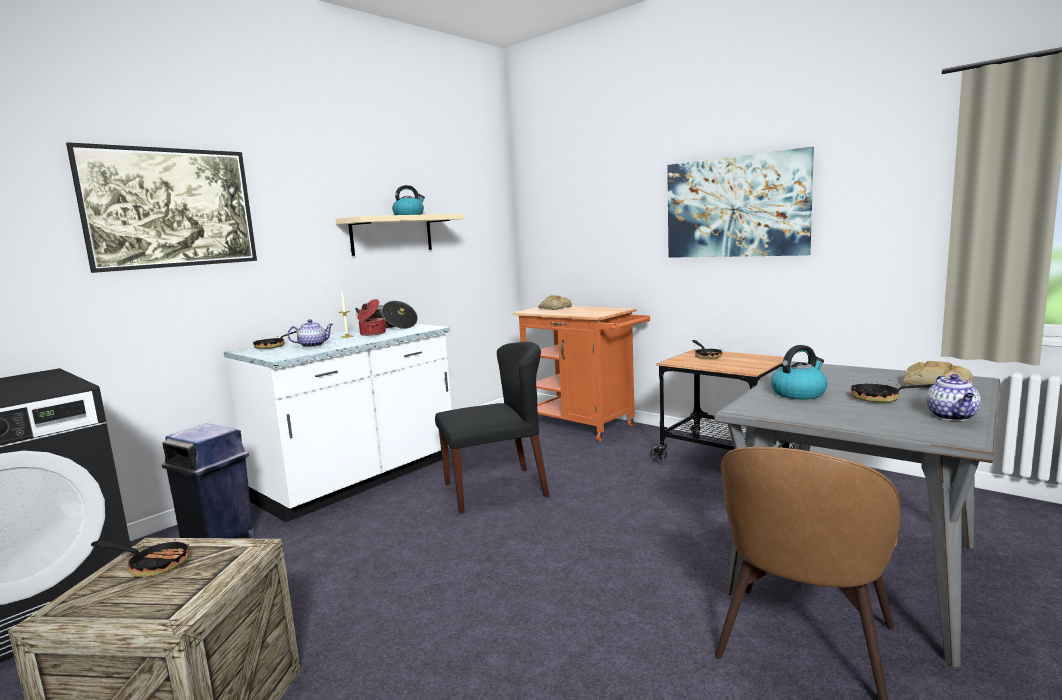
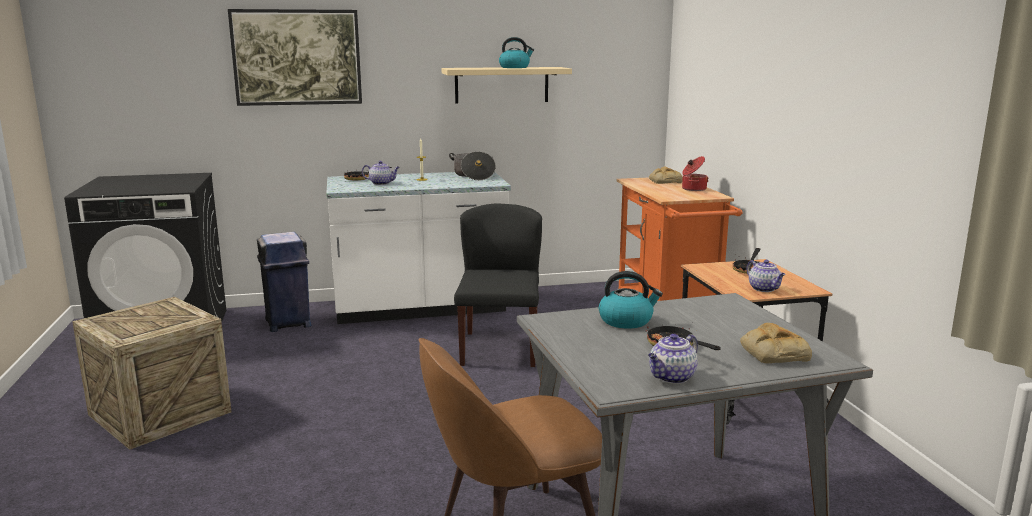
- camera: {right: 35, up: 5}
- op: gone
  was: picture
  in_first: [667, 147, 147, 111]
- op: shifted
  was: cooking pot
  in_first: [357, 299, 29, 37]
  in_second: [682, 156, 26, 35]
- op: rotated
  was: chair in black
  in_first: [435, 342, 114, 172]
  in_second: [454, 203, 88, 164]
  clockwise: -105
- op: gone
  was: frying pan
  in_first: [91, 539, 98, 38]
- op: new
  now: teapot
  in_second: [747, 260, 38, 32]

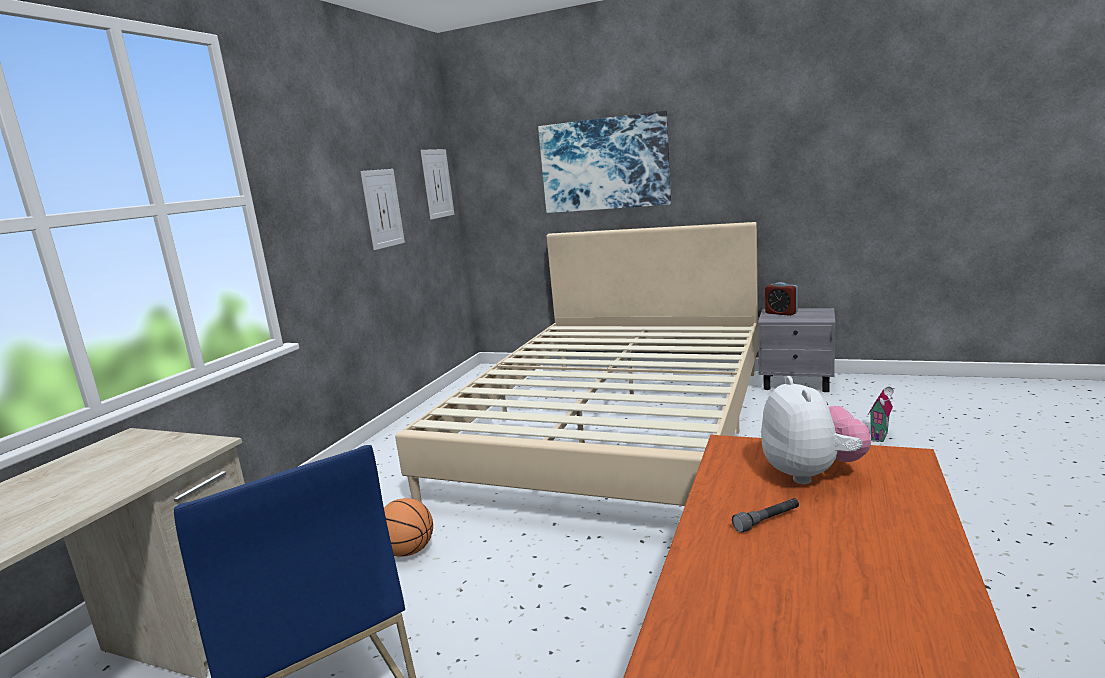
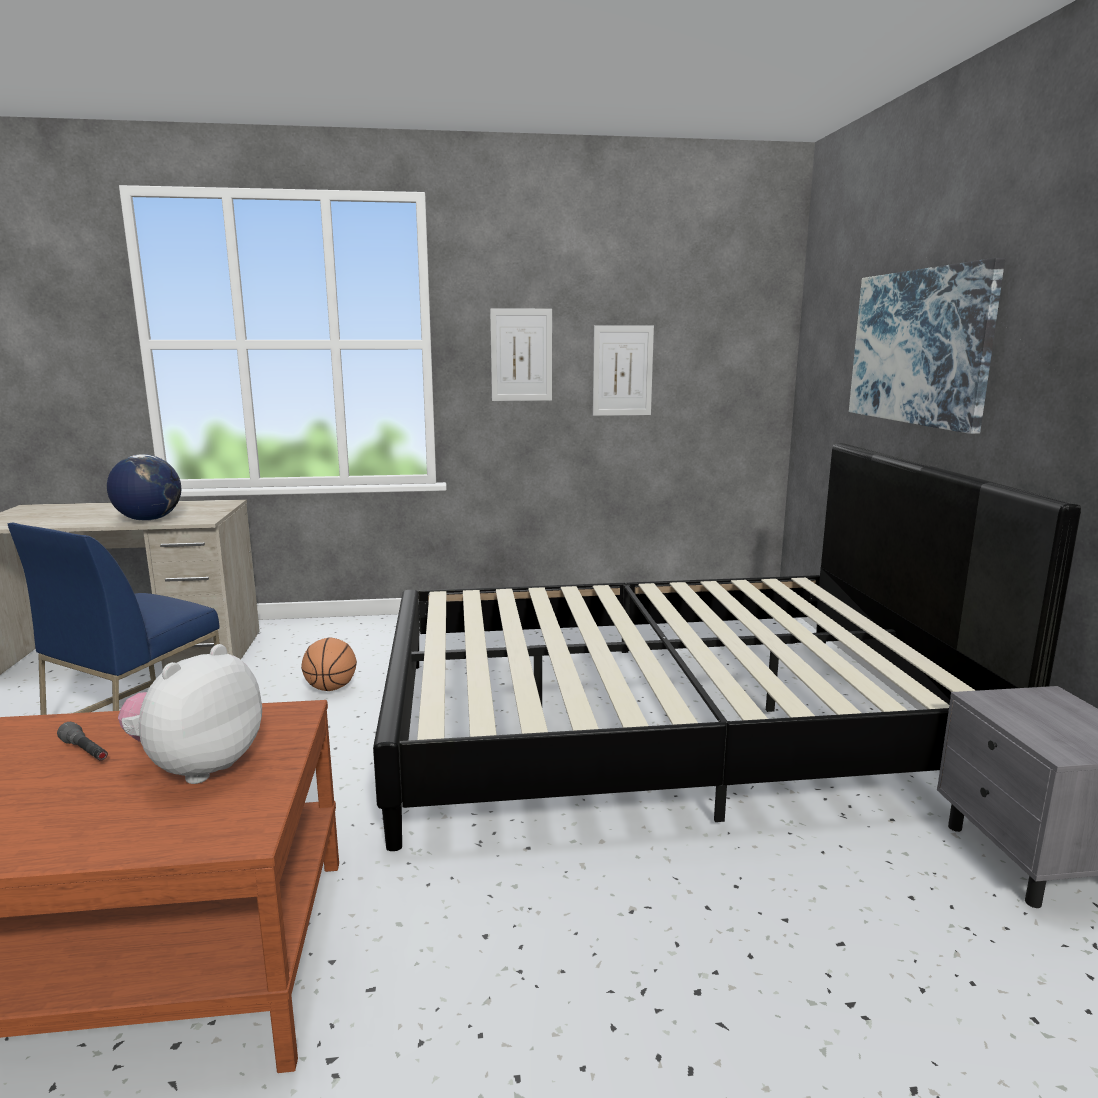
- camera: {right: 60, up: 0}
- op: shifted
  was: picture
  in_first: [420, 149, 35, 71]
  in_second: [490, 308, 62, 93]
- op: repainted
  was: bed in beige
  now: bed in black
  in_first: [395, 222, 363, 284]
  in_second: [373, 443, 708, 408]
- op: gone
  was: alarm clock
  in_first: [765, 282, 33, 34]
- op: rotated
  was: plush toy
  in_first: [761, 376, 110, 108]
  in_second: [118, 644, 144, 140]
  clockwise: 150
- op: gone
  was: toy house
  in_first: [868, 387, 26, 55]
- op: new
  now: globe
  in_second: [107, 454, 74, 67]

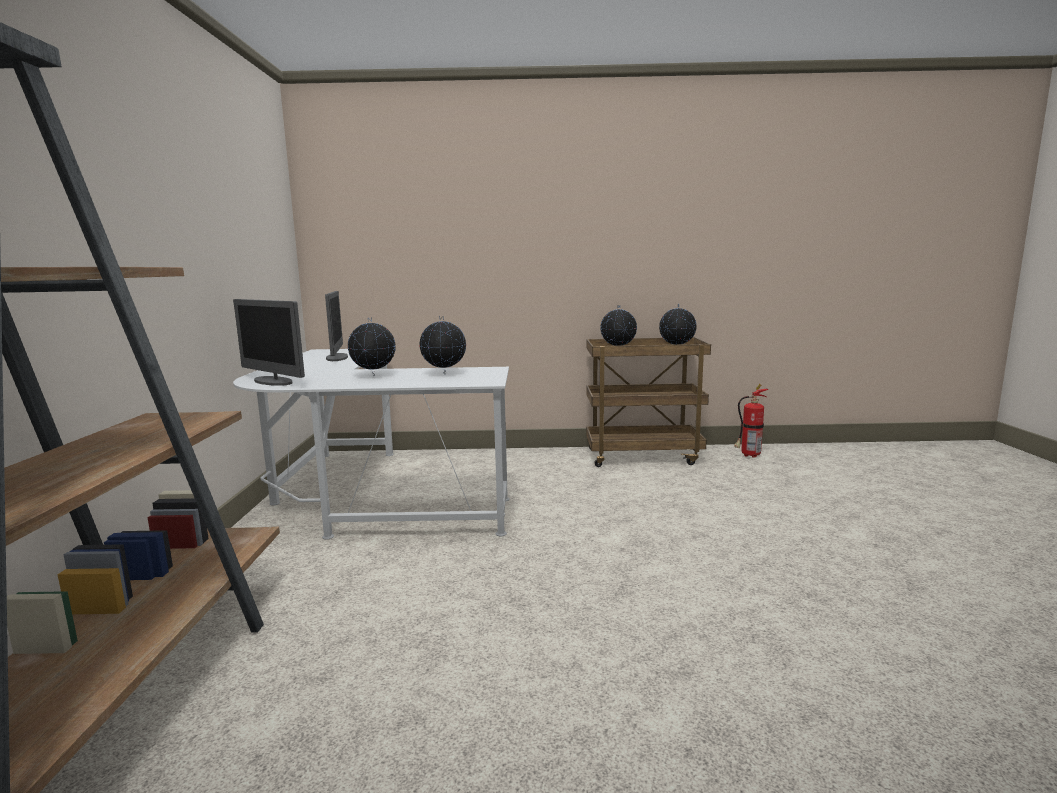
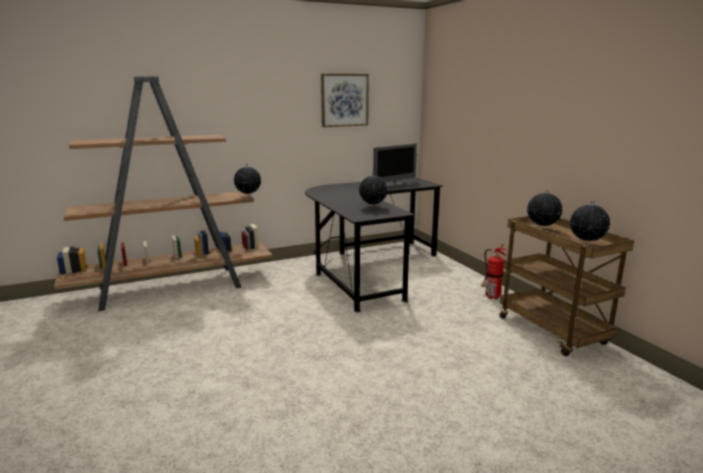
- camera: {right: 65, up: 5}
- op: gone
  was: monitor
  in_first: [233, 299, 72, 87]
- op: shifted
  was: globe
  in_first: [348, 317, 48, 59]
  in_second: [234, 164, 27, 32]
- op: repainted
  was: desk in white
  now: desk in black
  in_first: [233, 349, 277, 190]
  in_second: [305, 177, 138, 135]
- op: shifted
  was: fire extinguisher
  in_first: [734, 384, 34, 74]
  in_second: [481, 243, 26, 56]
- op: new
  now: picture
  in_second: [321, 74, 48, 53]

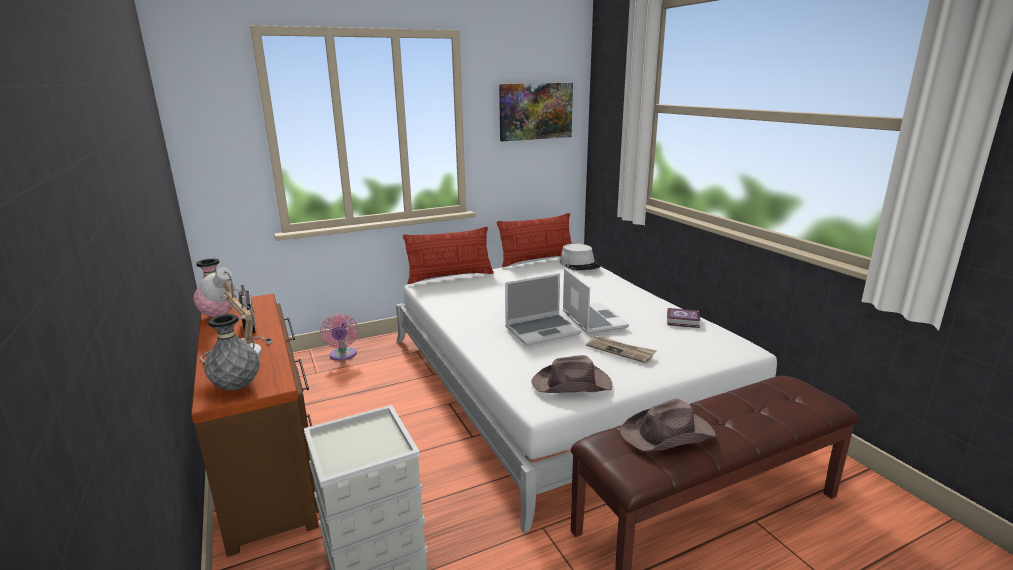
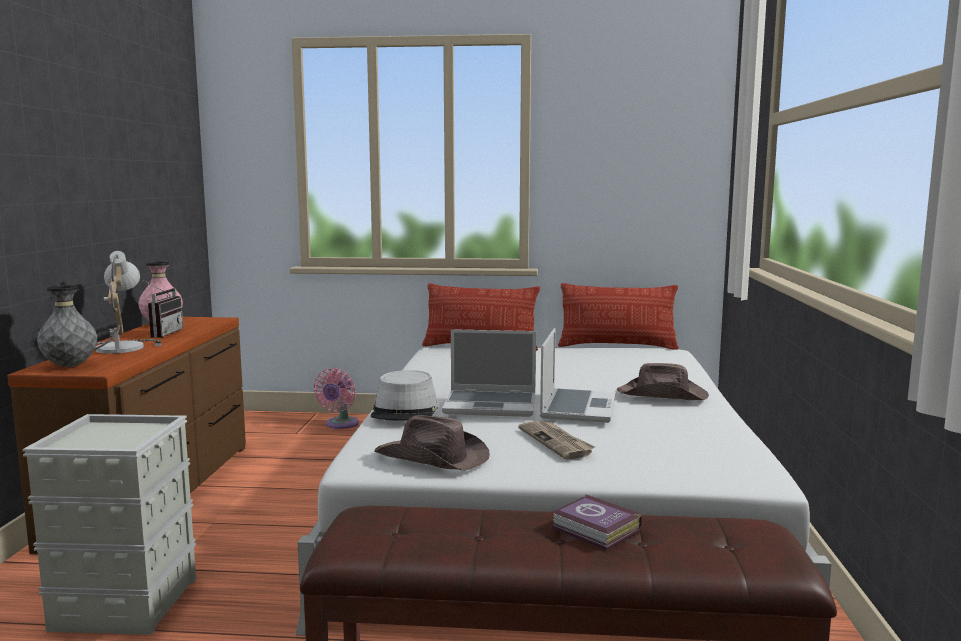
- camera: {right: 30, up: -10}
- op: gone
  was: picture
  in_first: [499, 83, 74, 58]
- op: shifted
  was: hat in grey
  in_first: [560, 243, 40, 27]
  in_second: [371, 370, 67, 51]
- op: shifted
  was: book
  in_first: [667, 308, 33, 20]
  in_second: [551, 494, 91, 56]
- op: shifted
  was: hat in brown
  in_first: [620, 398, 96, 53]
  in_second: [617, 363, 92, 37]

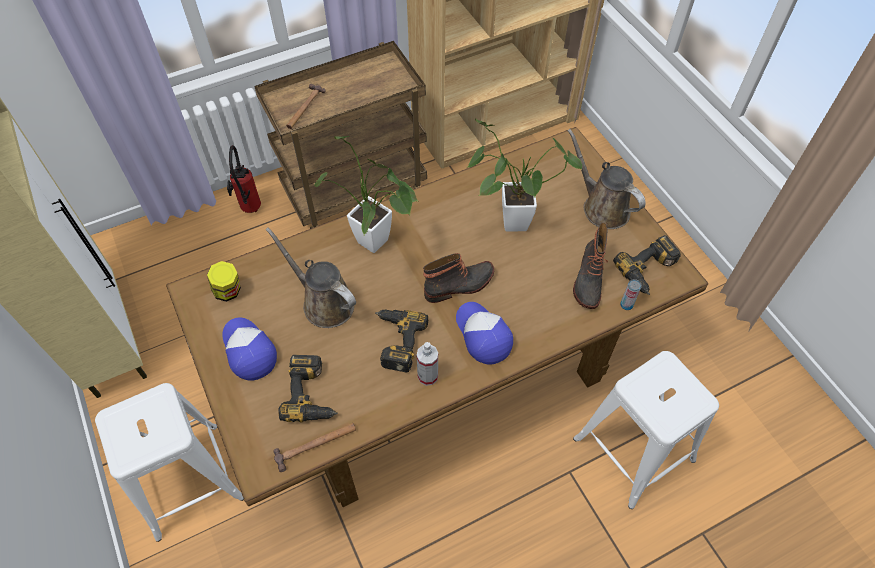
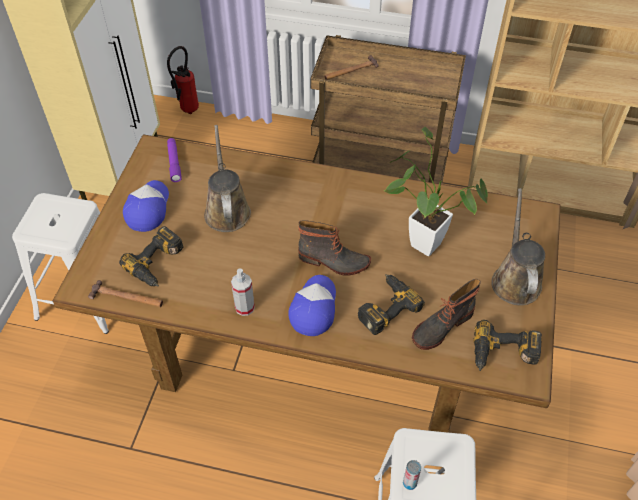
- camera: {right: 40, up: -5}
- op: gone
  was: potted plant
  in_first: [314, 136, 105, 117]
- op: shifted
  was: fire extinguisher
  in_first: [227, 145, 34, 68]
  in_second: [167, 46, 32, 68]
- op: swapped
  was: jar
  now: flashlight in purple
  in_first: [207, 261, 34, 41]
  in_second: [167, 138, 15, 44]
- op: shifted
  was: can
  in_first: [620, 279, 22, 31]
  in_second: [403, 460, 18, 30]
- op: shifted
  was: power drill
  in_first: [375, 310, 53, 63]
  in_second: [358, 274, 67, 61]

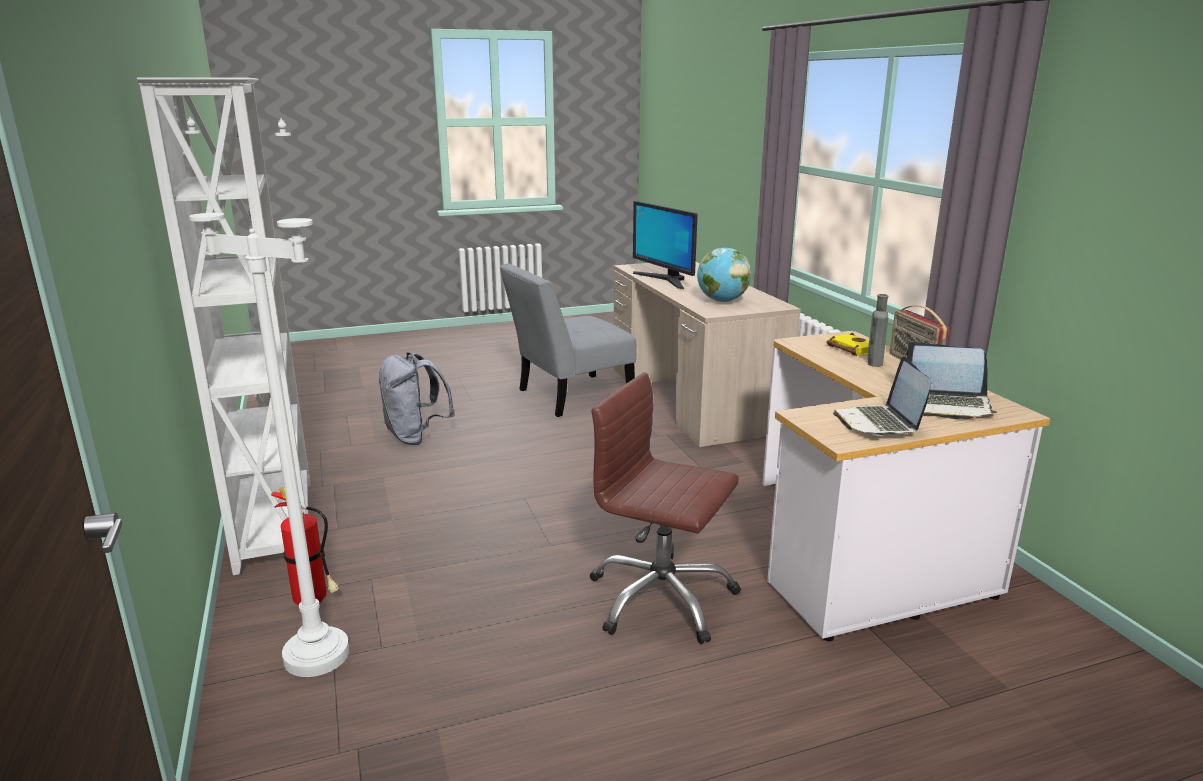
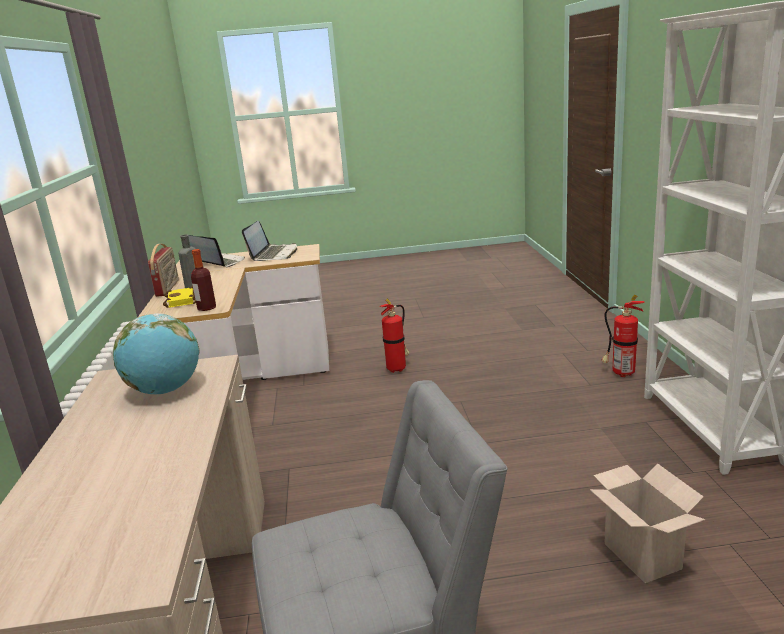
- camera: {right: -165, up: 0}
- op: gone
  was: floor lamp in white
  in_first: [185, 117, 164, 560]
- op: gone
  was: monitor
  in_first: [633, 201, 65, 88]
- op: swapped
  was: backpack in grey
  now: cardboard box
  in_first: [379, 352, 76, 93]
  in_second: [590, 463, 115, 120]
- op: swapped
  was: office chair in brown
  now: fire extinguisher
  in_first: [590, 372, 151, 272]
  in_second: [379, 299, 31, 74]
- op: new
  now: bottle
  in_second: [191, 249, 25, 62]

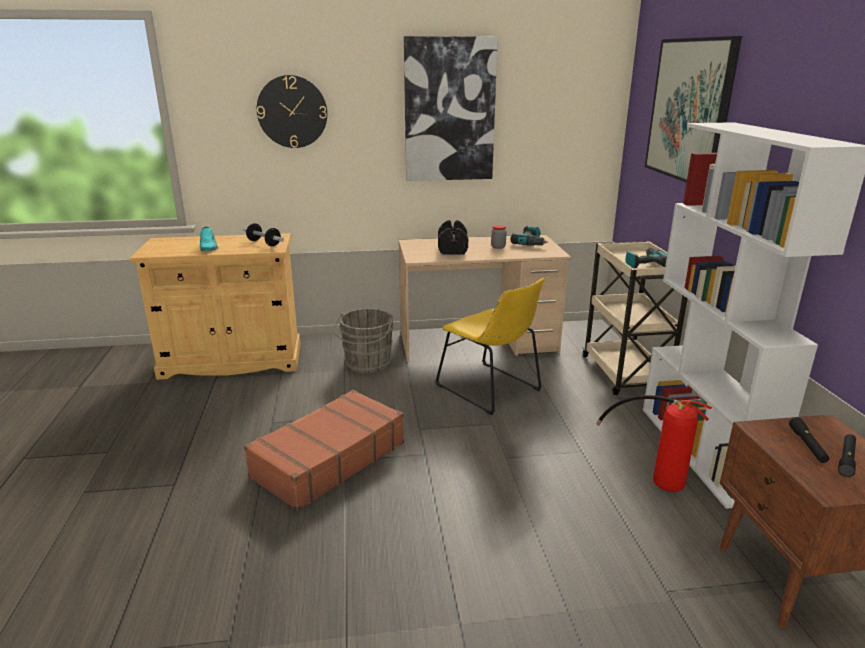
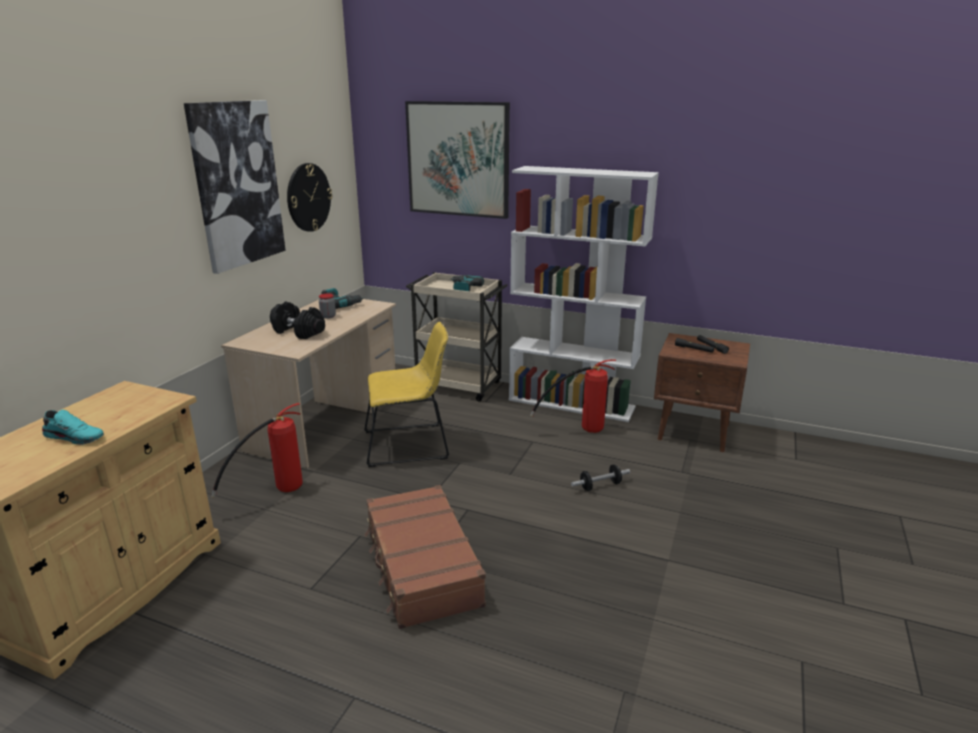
- camera: {right: -60, up: 0}
- op: shifted
  was: wall clock
  in_first: [257, 75, 70, 73]
  in_second: [287, 163, 45, 69]
- op: shifted
  was: dumbbell
  in_first: [244, 223, 40, 23]
  in_second: [571, 464, 59, 27]
- op: swapped
  was: bucket in grey
  now: fire extinguisher
  in_first: [334, 308, 60, 65]
  in_second: [211, 403, 92, 95]

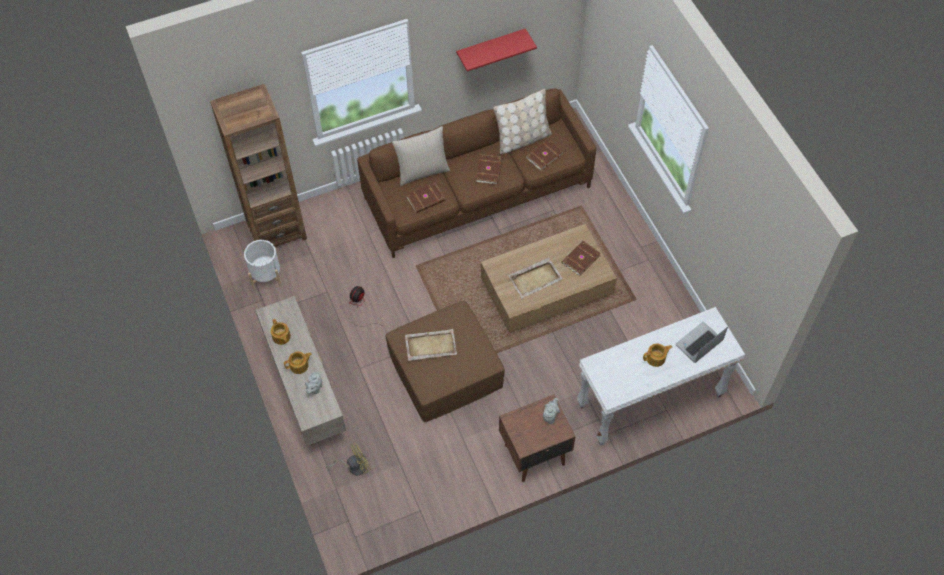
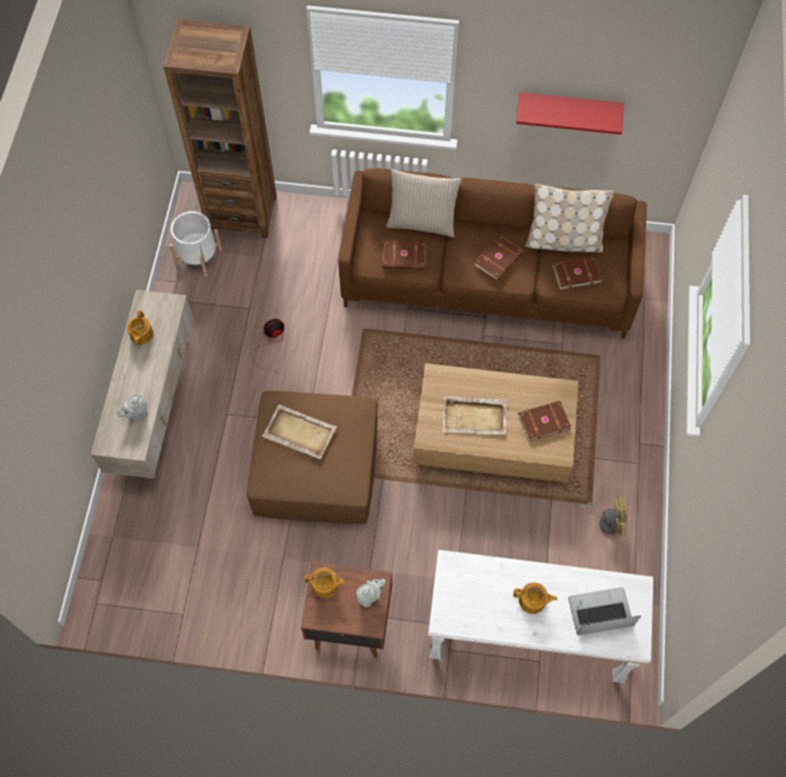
- camera: {right: 30, up: 5}
- op: shifted
  was: teapot
  in_first: [284, 351, 28, 23]
  in_second: [304, 568, 41, 30]
- op: shifted
  was: fan in yellow
  in_first: [326, 443, 45, 33]
  in_second: [575, 496, 52, 41]

